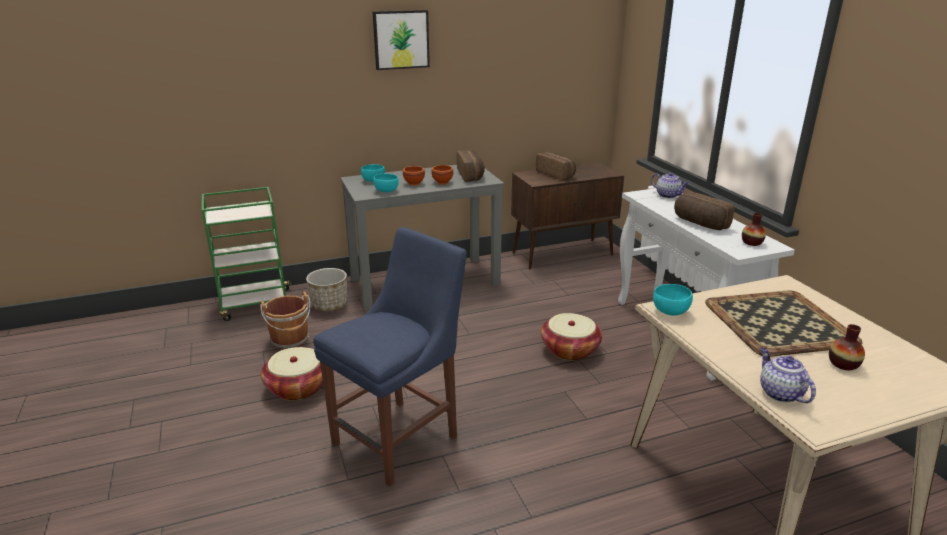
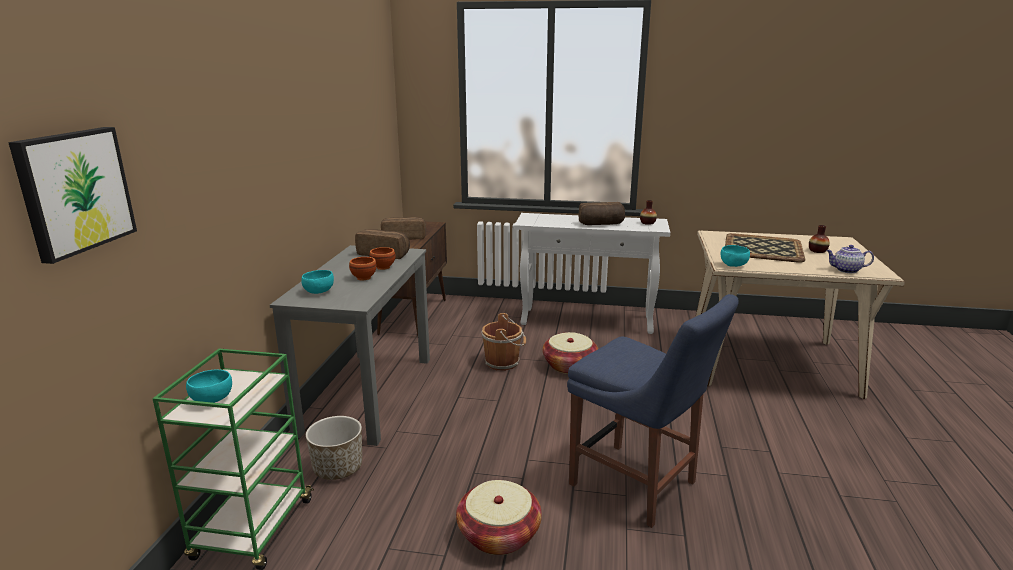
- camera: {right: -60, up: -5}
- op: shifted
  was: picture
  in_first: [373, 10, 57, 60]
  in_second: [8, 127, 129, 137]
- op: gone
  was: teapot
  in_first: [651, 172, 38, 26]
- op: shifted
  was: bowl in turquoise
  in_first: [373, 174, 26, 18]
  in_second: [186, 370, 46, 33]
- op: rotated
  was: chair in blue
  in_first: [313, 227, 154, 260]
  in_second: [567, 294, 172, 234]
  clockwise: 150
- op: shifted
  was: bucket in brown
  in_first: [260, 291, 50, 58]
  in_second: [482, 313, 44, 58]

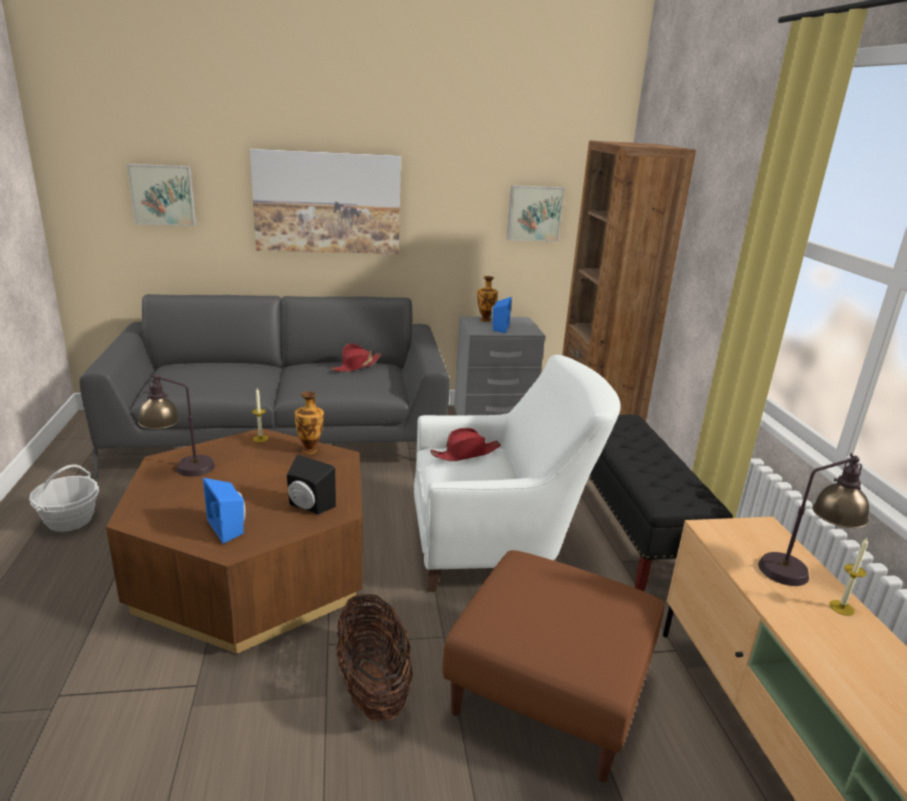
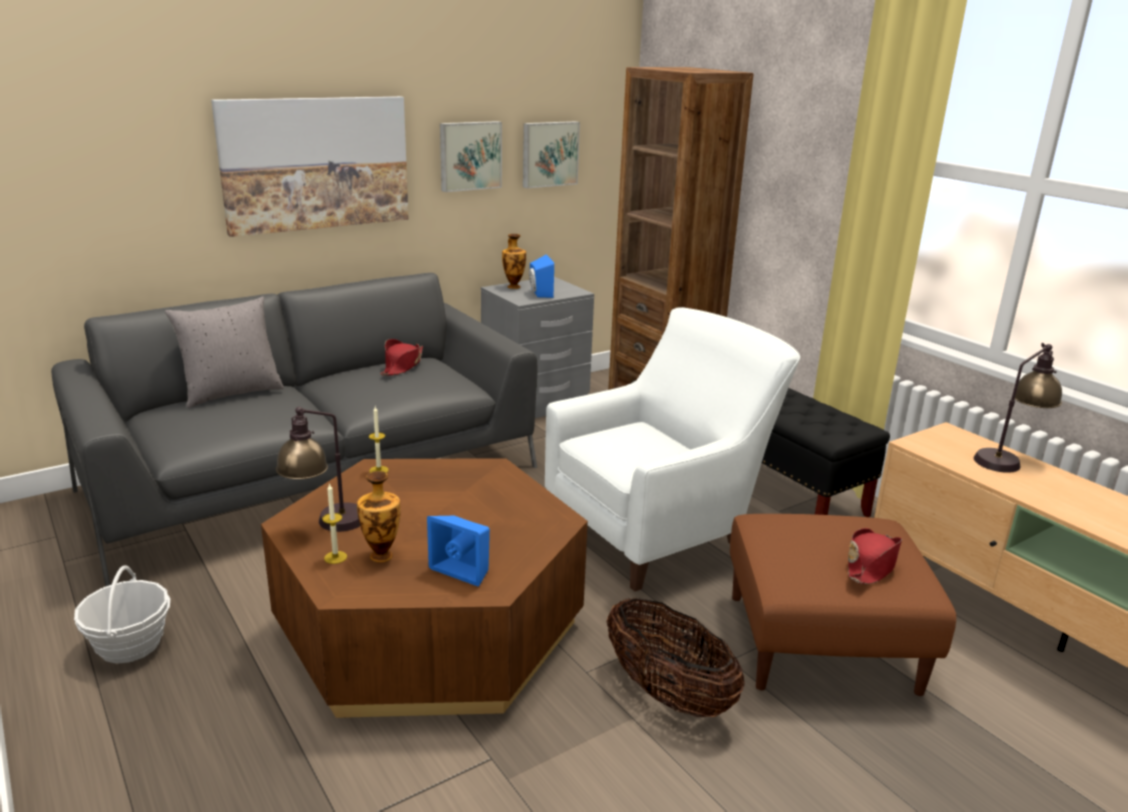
- camera: {right: -25, up: 0}
- op: shifted
  was: picture
  in_first: [127, 164, 69, 62]
  in_second: [440, 121, 62, 71]
- op: shifted
  was: vase
  in_first: [295, 391, 29, 63]
  in_second: [357, 471, 43, 92]
- op: shifted
  was: hat in red
  in_first: [430, 428, 71, 33]
  in_second: [848, 528, 54, 56]
- op: gone
  was: speaker in black
  in_first: [287, 455, 49, 60]
- op: shifted
  was: candle
  in_first: [829, 538, 39, 78]
  in_second: [322, 483, 25, 81]
- op: new
  now: pillow in grey
  in_second: [165, 296, 119, 112]

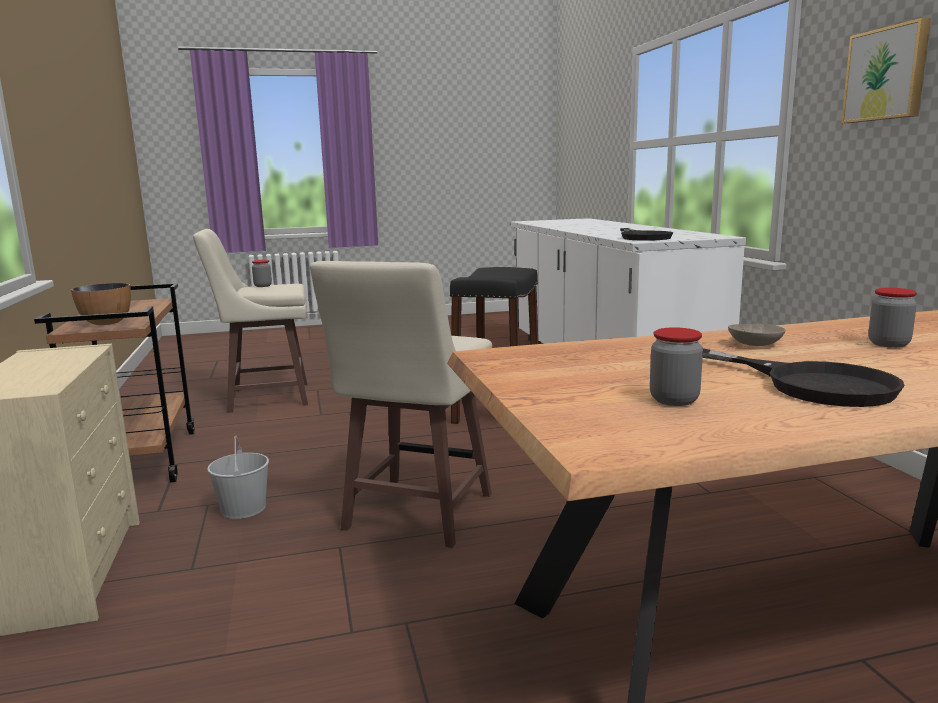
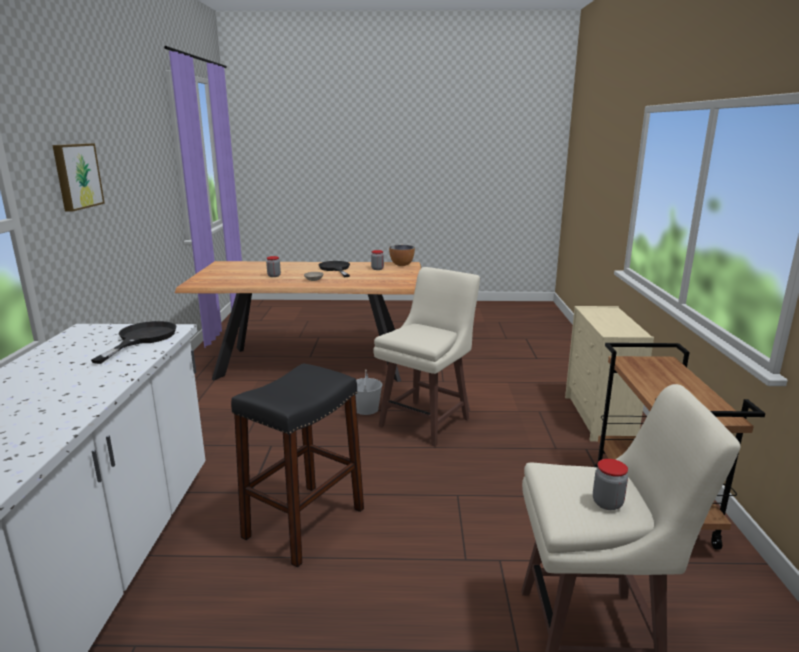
- camera: {right: -165, up: 5}
- op: shifted
  was: bowl
  in_first: [71, 283, 60, 42]
  in_second: [389, 245, 26, 21]
- op: shifted
  was: bucket in white
  in_first: [207, 436, 62, 83]
  in_second: [356, 369, 26, 46]

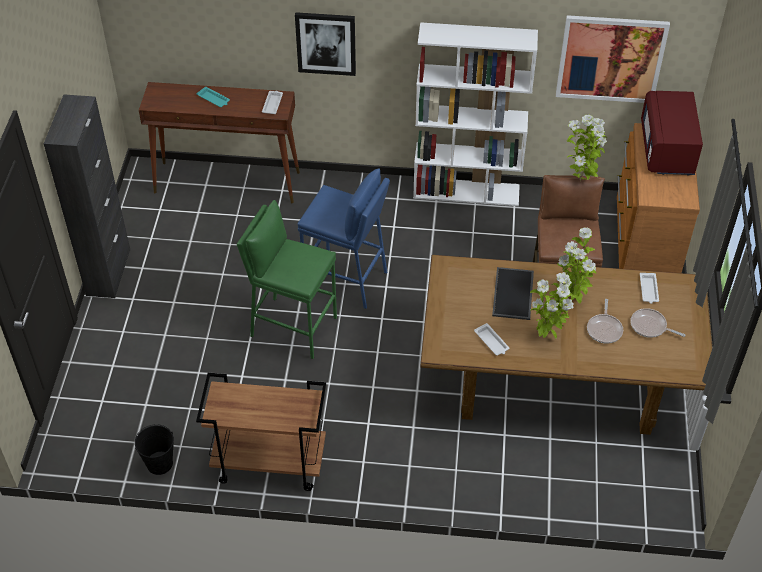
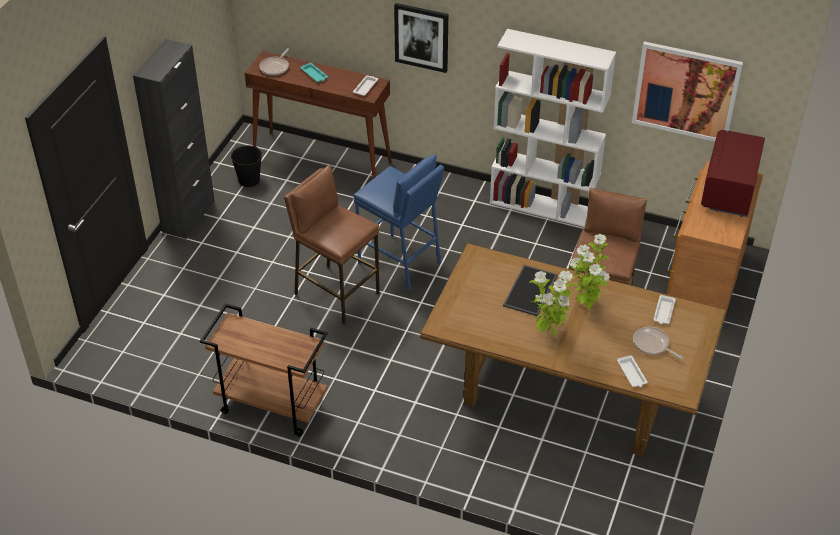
- camera: {right: 15, up: -5}
- op: gone
  was: potted plant
  in_first: [567, 115, 40, 66]
- op: repainted
  was: stool in green
  now: stool in brown
  in_first: [237, 200, 100, 159]
  in_second: [284, 164, 96, 161]
- op: shifted
  was: frying pan
  in_first: [587, 299, 36, 45]
  in_second: [259, 48, 30, 28]
- op: shifted
  was: tray in white
  in_first: [474, 323, 35, 33]
  in_second: [617, 355, 30, 32]
- op: shifted
  was: bucket in black
  in_first: [135, 424, 39, 51]
  in_second: [230, 145, 32, 42]

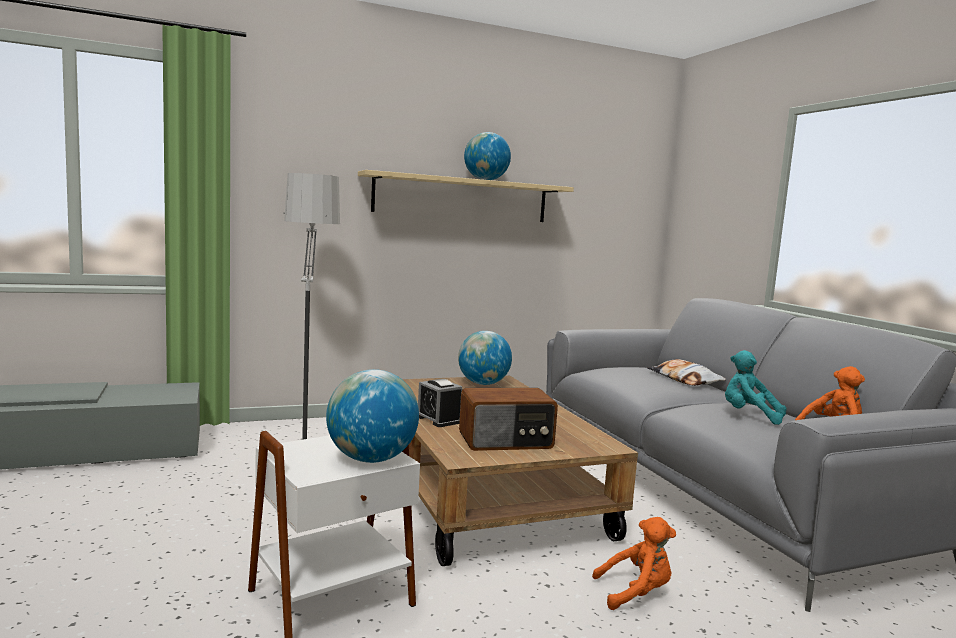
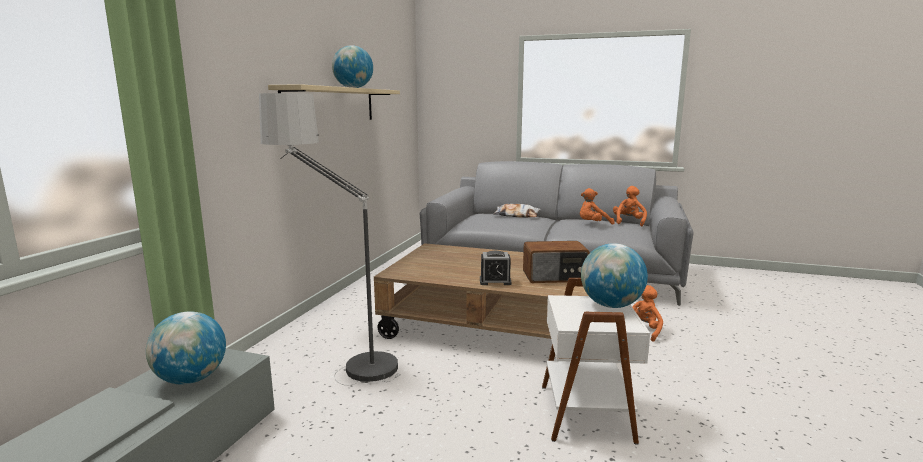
- camera: {right: -50, up: 5}
- op: shifted
  was: globe
  in_first: [458, 331, 54, 54]
  in_second: [146, 311, 80, 73]
- op: repainted
  was: plush toy in turquoise
  now: plush toy in orange
  in_first: [725, 350, 62, 75]
  in_second: [580, 188, 35, 37]
- op: rotated
  was: radio
  in_first: [459, 388, 99, 63]
  in_second: [523, 241, 67, 42]
  clockwise: 60

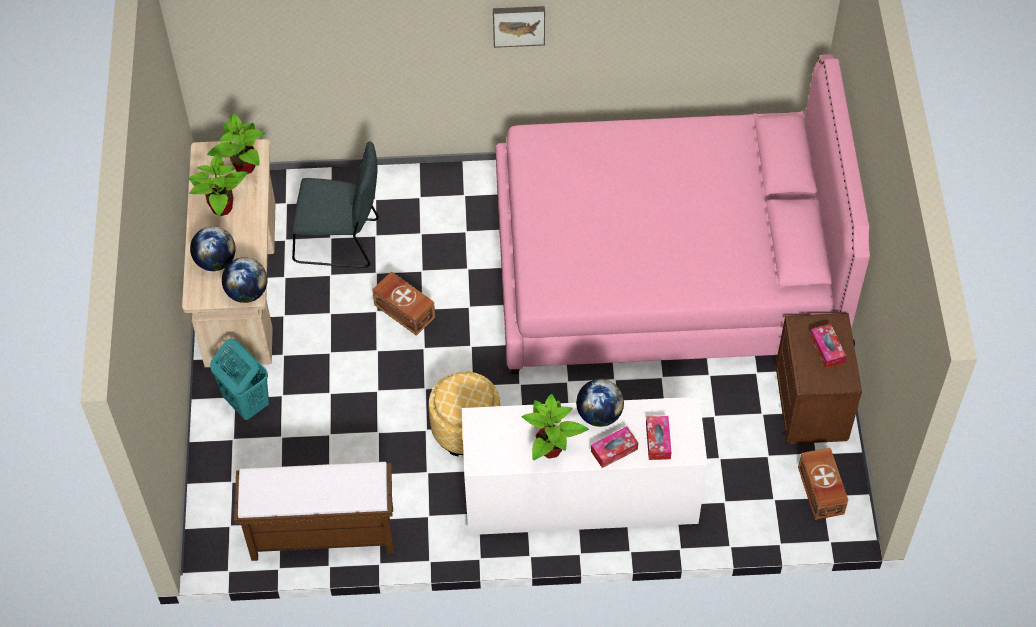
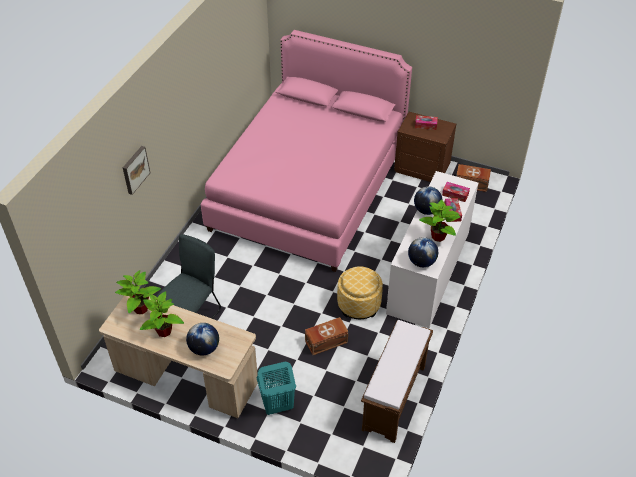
- camera: {right: -65, up: -10}
- op: shifted
  was: picture
  in_first: [493, 6, 52, 42]
  in_second: [123, 146, 27, 49]
- op: shifted
  was: globe
  in_first: [222, 257, 45, 46]
  in_second: [408, 237, 30, 30]
- op: shifted
  was: storage box in brown
  in_first: [372, 271, 63, 65]
  in_second: [305, 317, 43, 38]

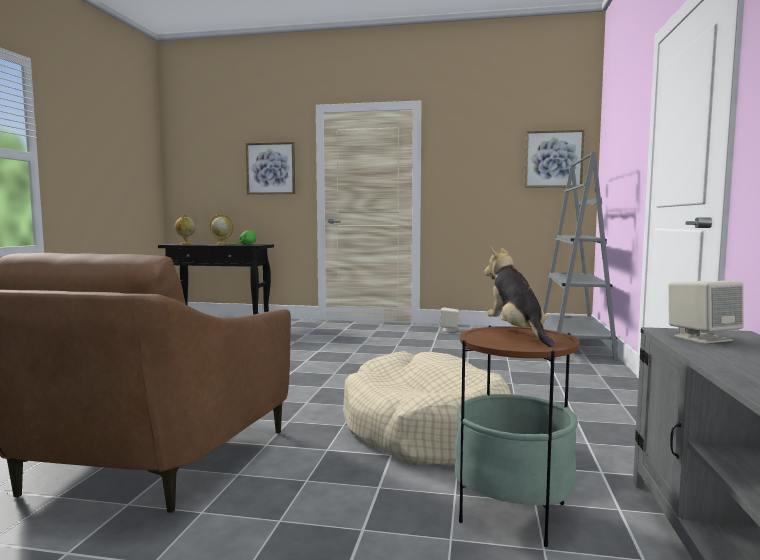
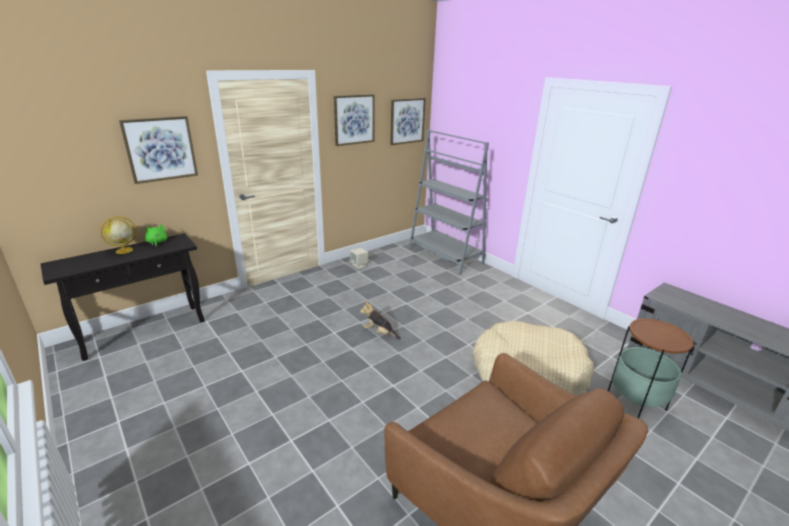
- camera: {right: -50, up: 20}
- op: gone
  was: globe
  in_first: [175, 214, 21, 31]
- op: shifted
  was: plush toy
  in_first: [484, 247, 70, 100]
  in_second: [360, 301, 41, 38]
- op: gone
  was: speaker in beige
  in_first: [668, 281, 76, 63]
- op: new
  now: picture
  in_second: [334, 94, 41, 52]

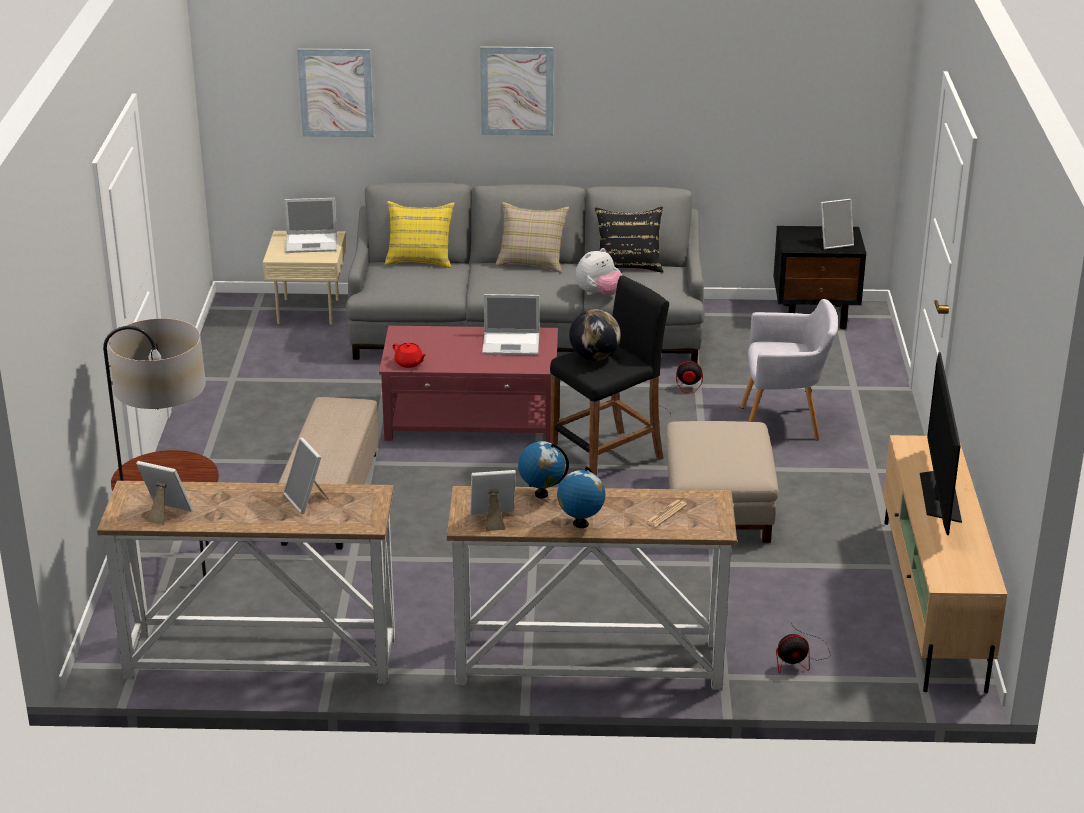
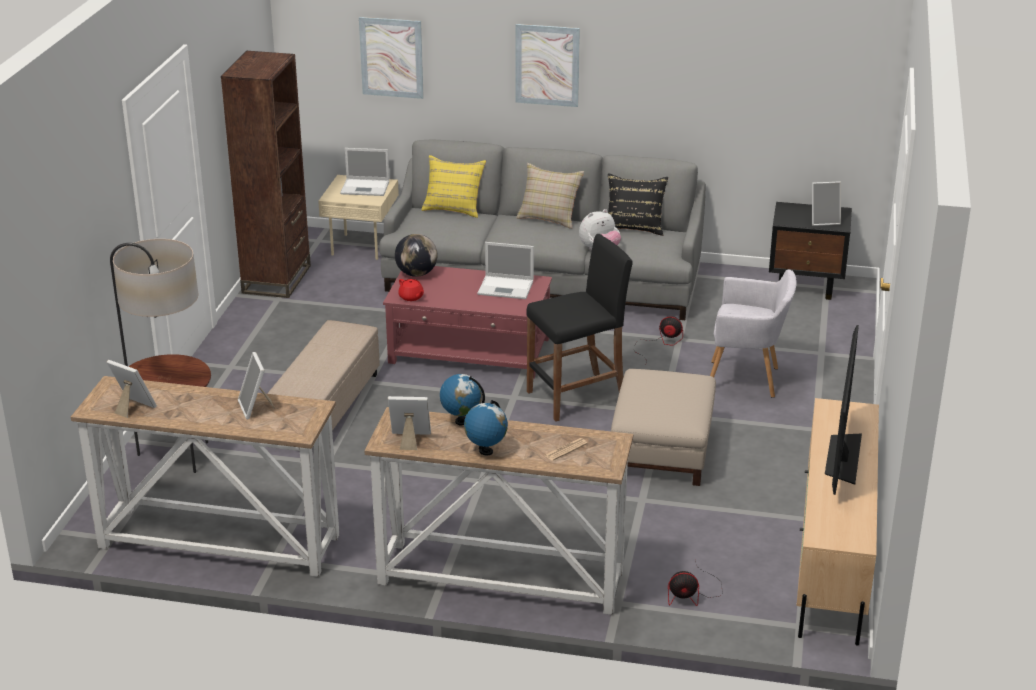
- camera: {right: 10, up: 0}
- op: shifted
  was: globe
  in_first: [569, 309, 52, 52]
  in_second: [395, 234, 43, 43]
- op: new
  now: bookcase in brown
  in_second: [221, 51, 90, 247]

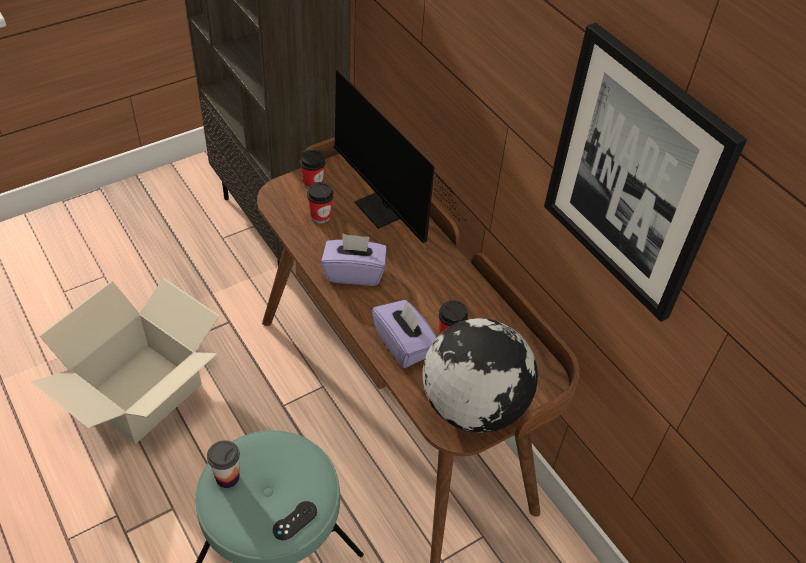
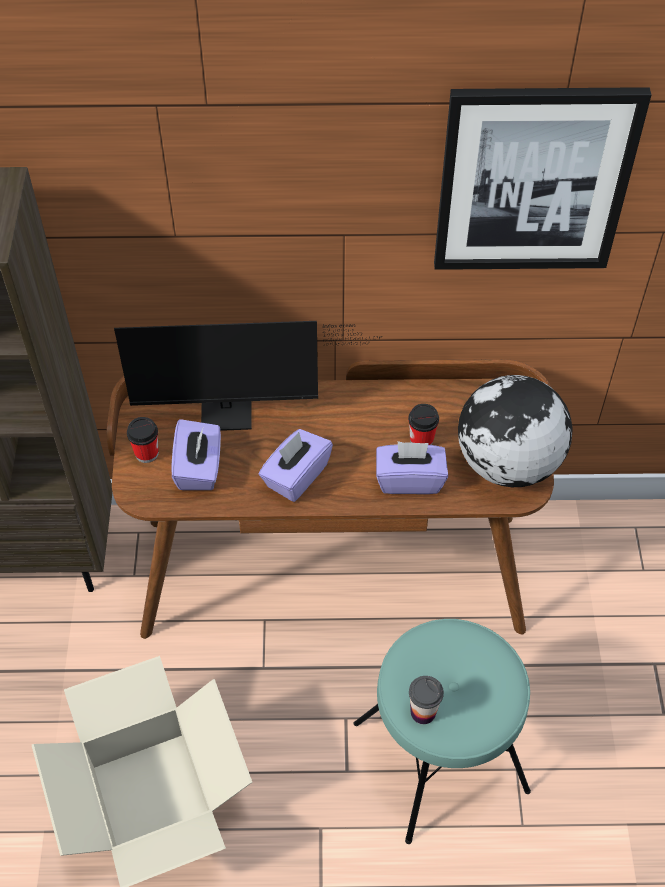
- camera: {right: -55, up: 5}
- op: swapped
  was: cup
  now: tissue box in purple
  in_first: [307, 182, 27, 42]
  in_second: [171, 419, 50, 71]
- op: gone
  was: game controller in black
  in_first: [273, 501, 44, 39]

